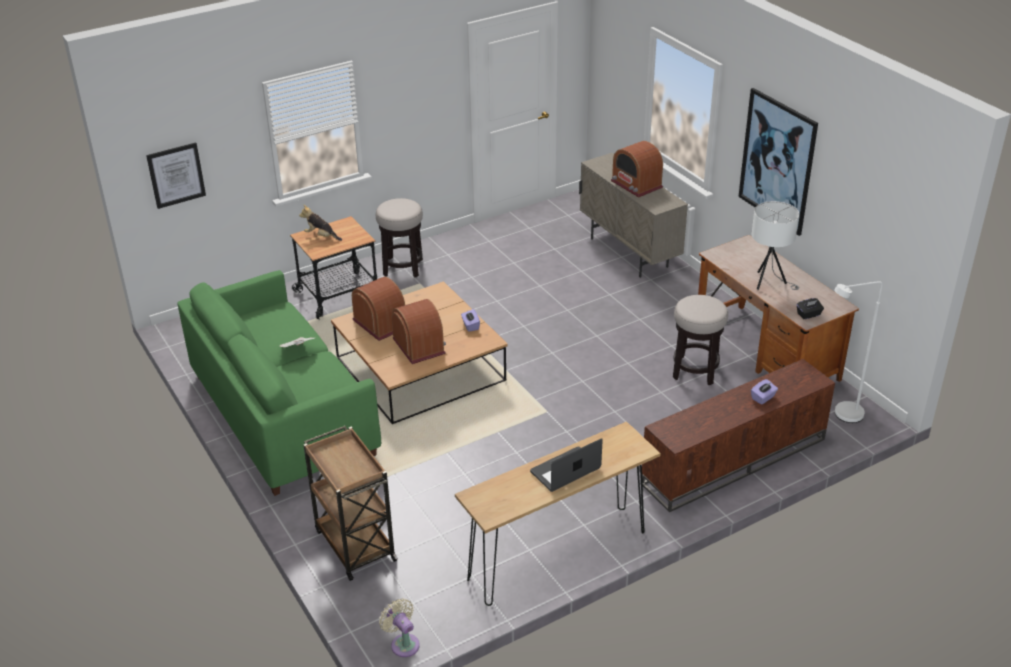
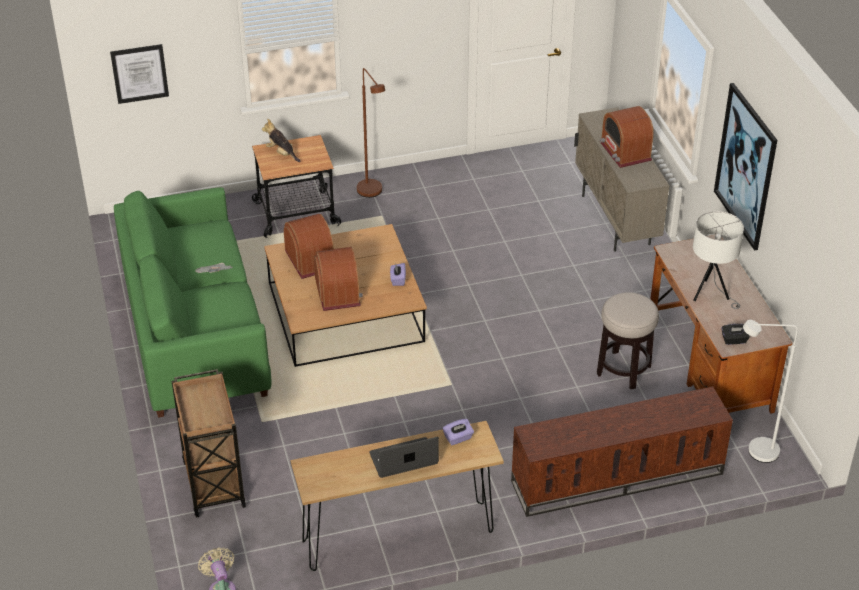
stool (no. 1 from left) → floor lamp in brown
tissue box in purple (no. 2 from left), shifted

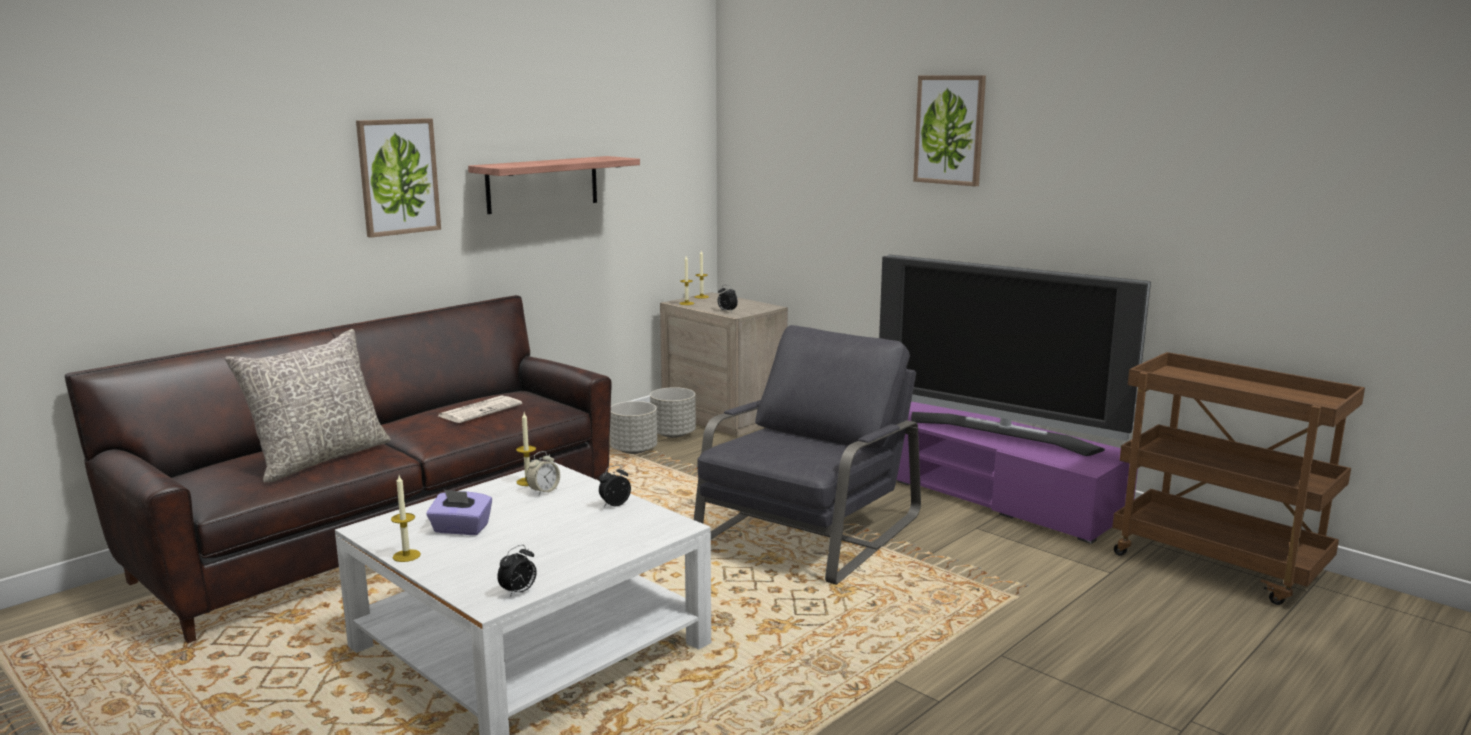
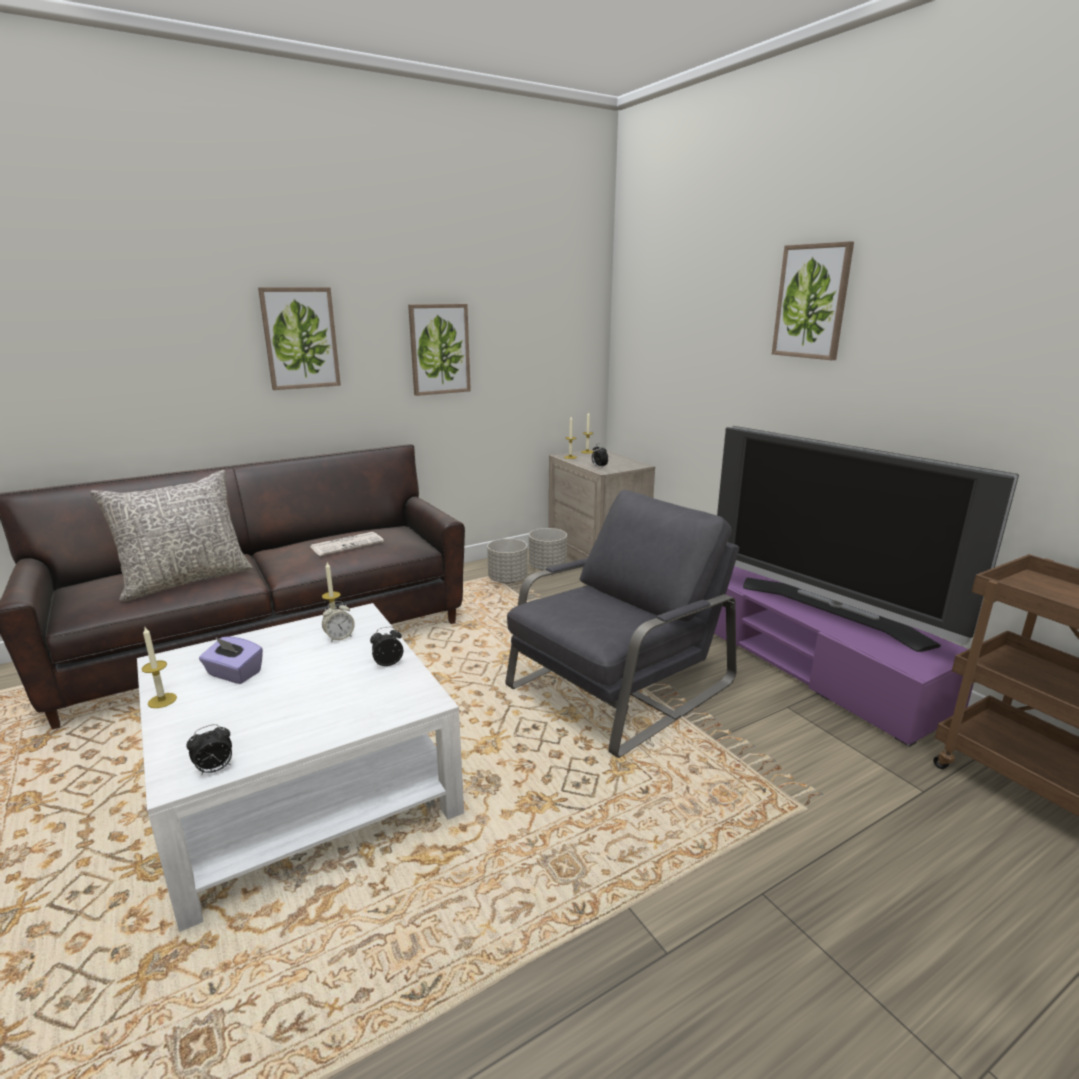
shelf → picture (no. 2 from left)

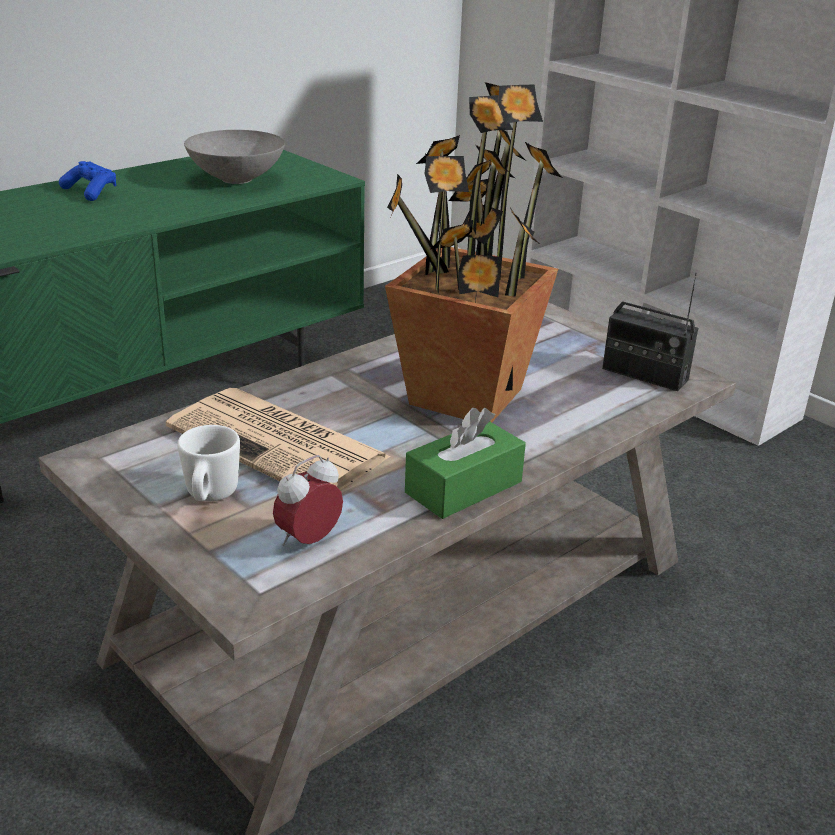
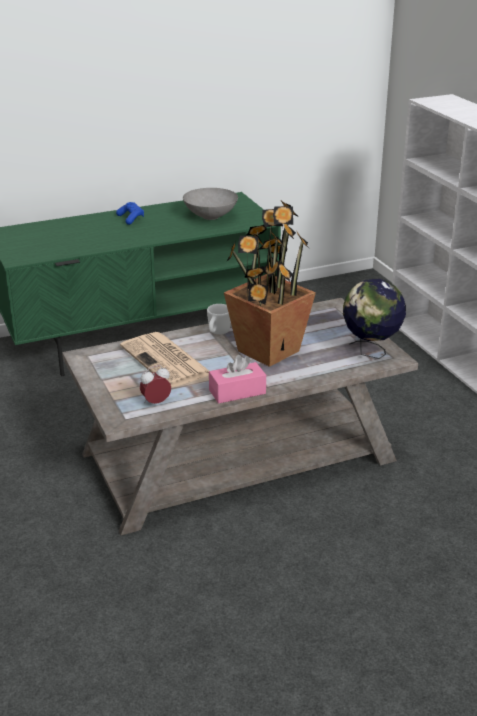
mug in white, shifted
tissue box in green → tissue box in pink
radio → globe

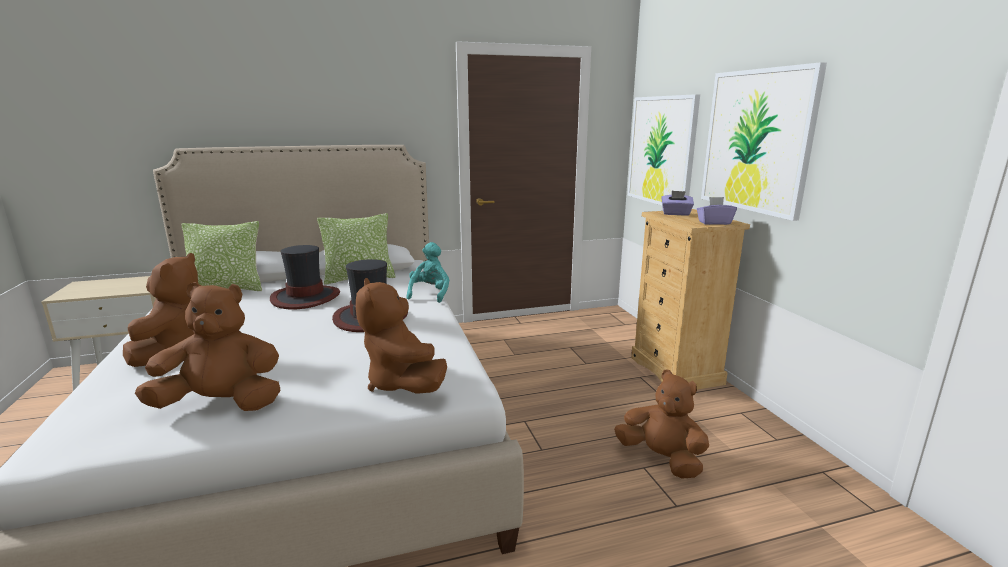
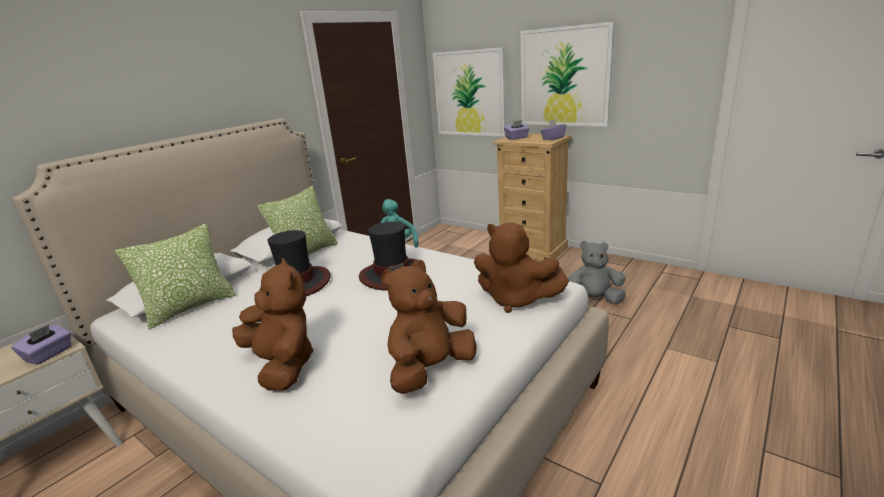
plush toy in brown (no. 4 from left) → plush toy in grey
- → tissue box in purple (no. 1 from left)

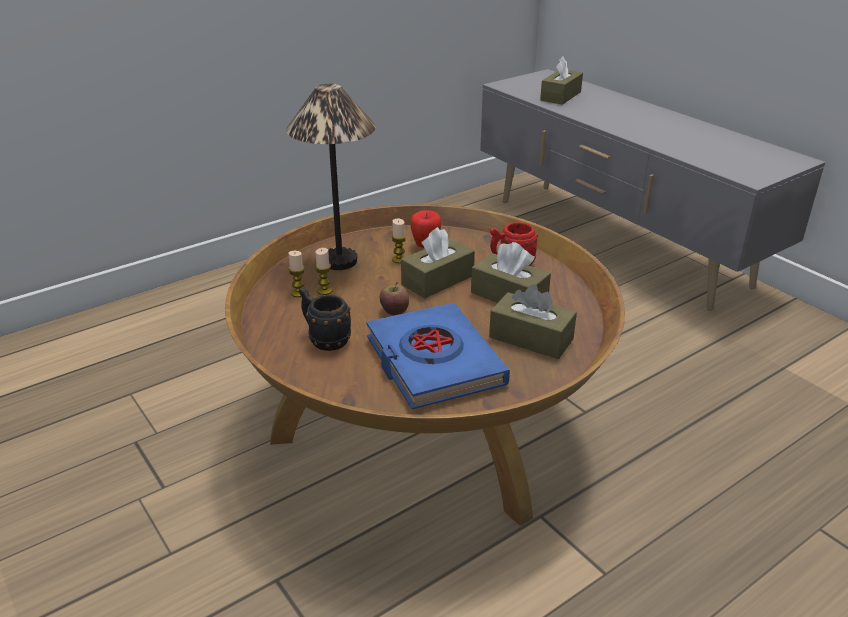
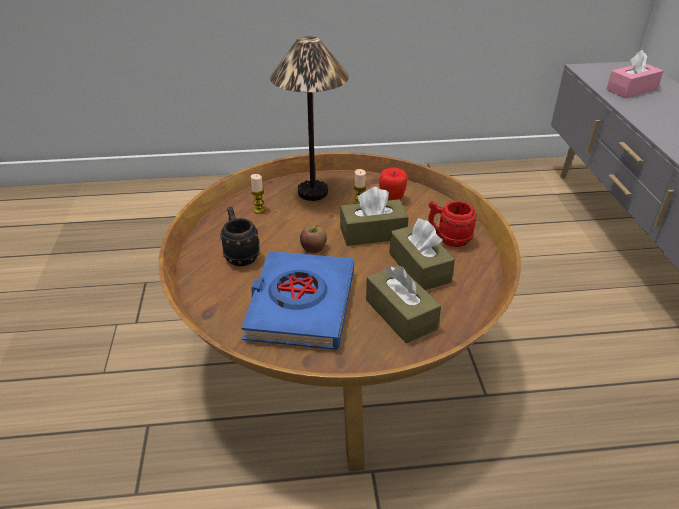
candle (no. 2 from left) → -
tissue box in brown (no. 4 from left) → tissue box in pink

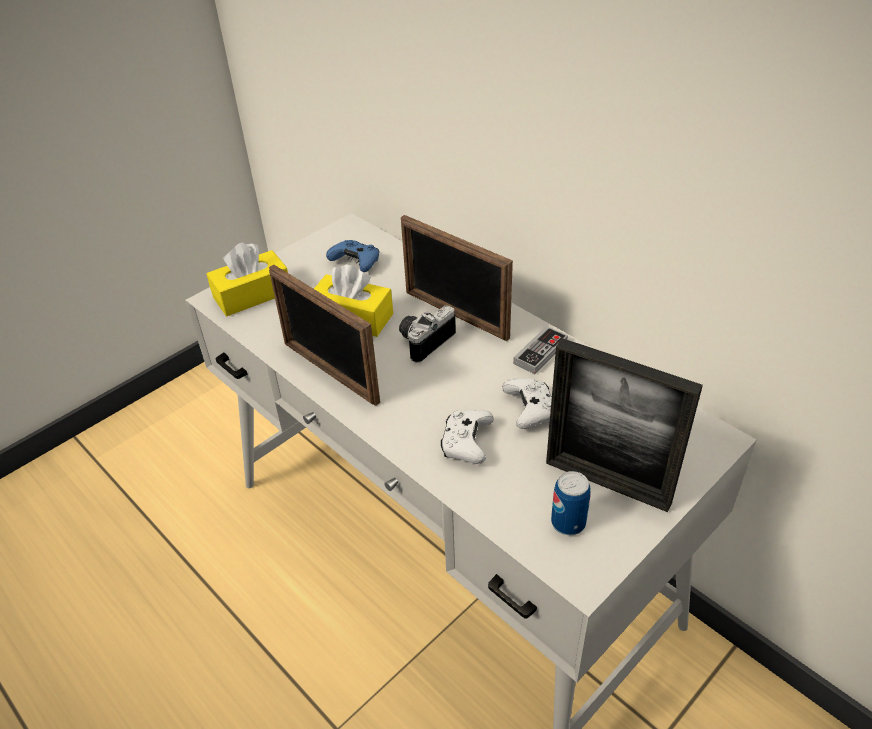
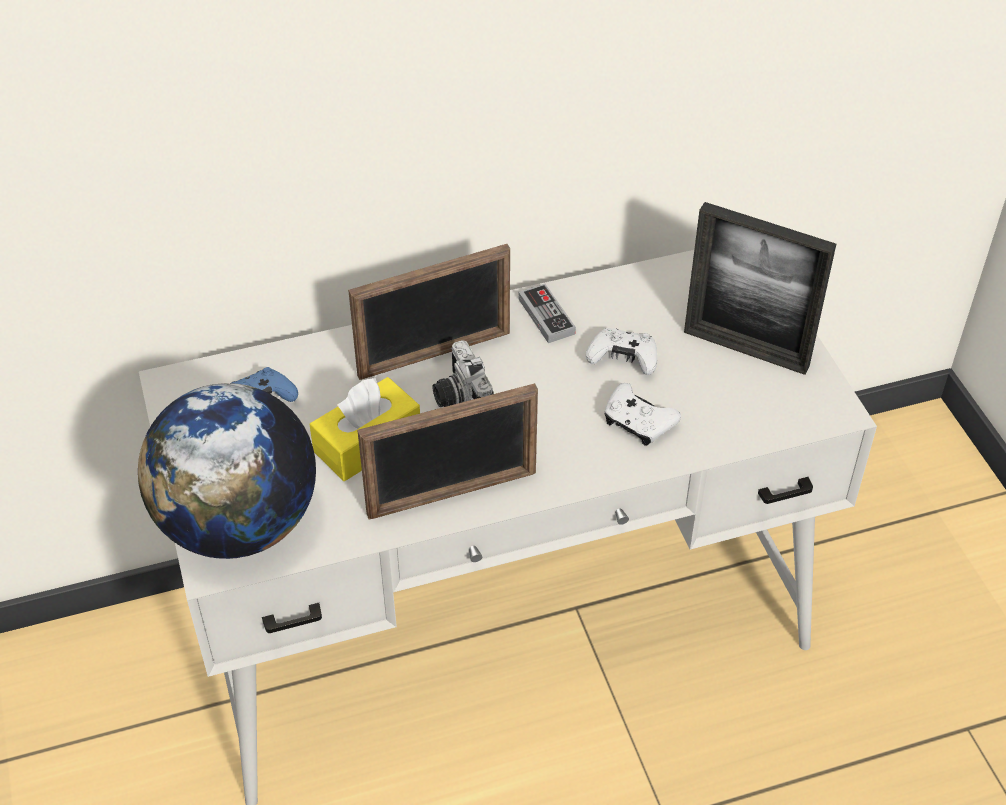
tissue box in yellow (no. 1 from left) → globe
picture frame (no. 3 from left), 60 degrees clockwise
can → -

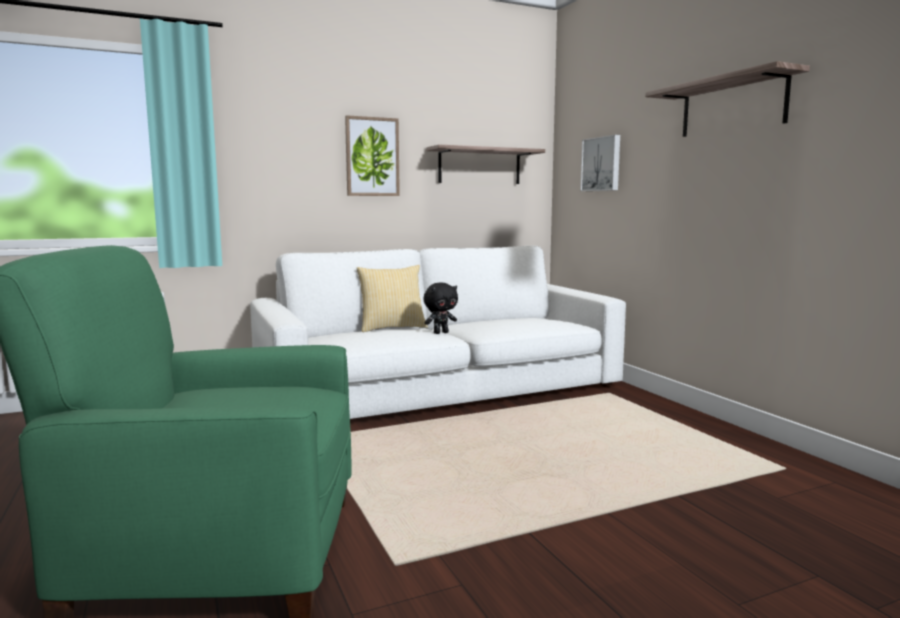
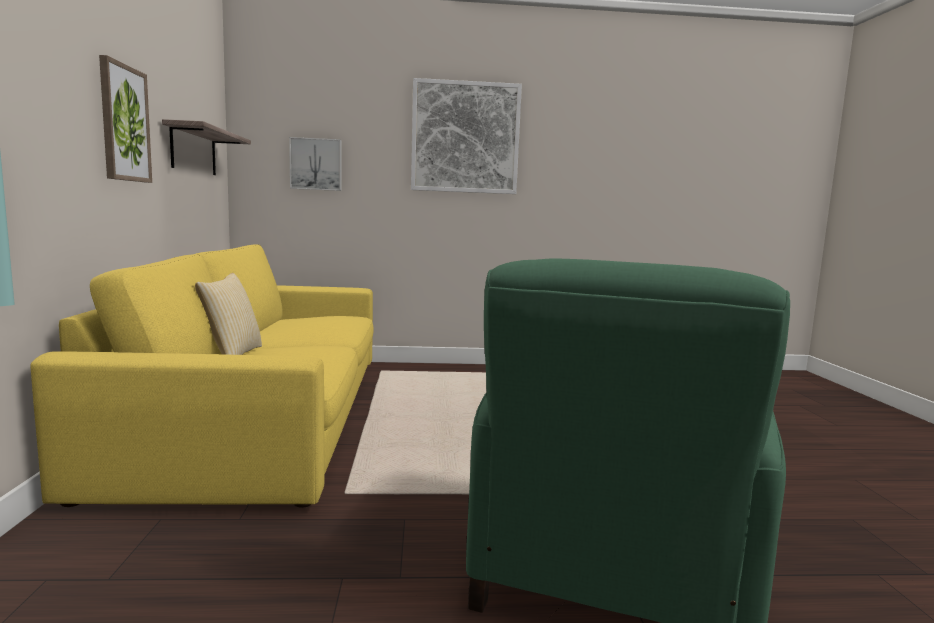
sofa in white → sofa in yellow
plush toy in black → -
shelf (no. 2 from left) → picture (no. 3 from left)

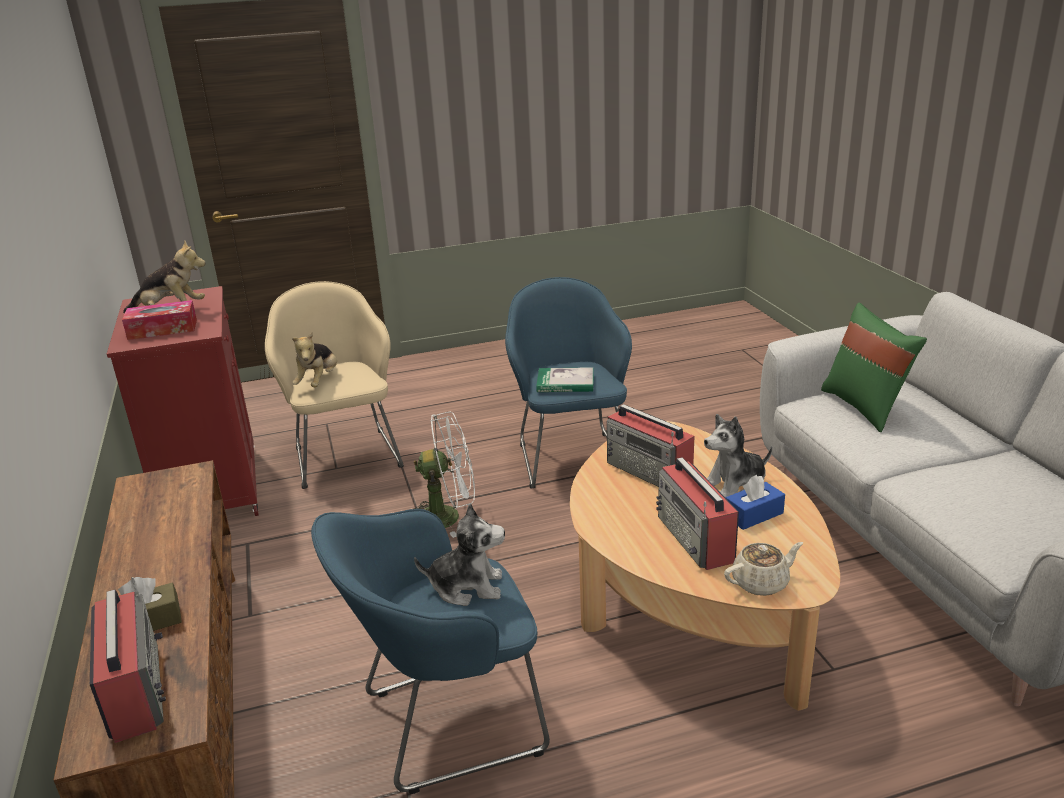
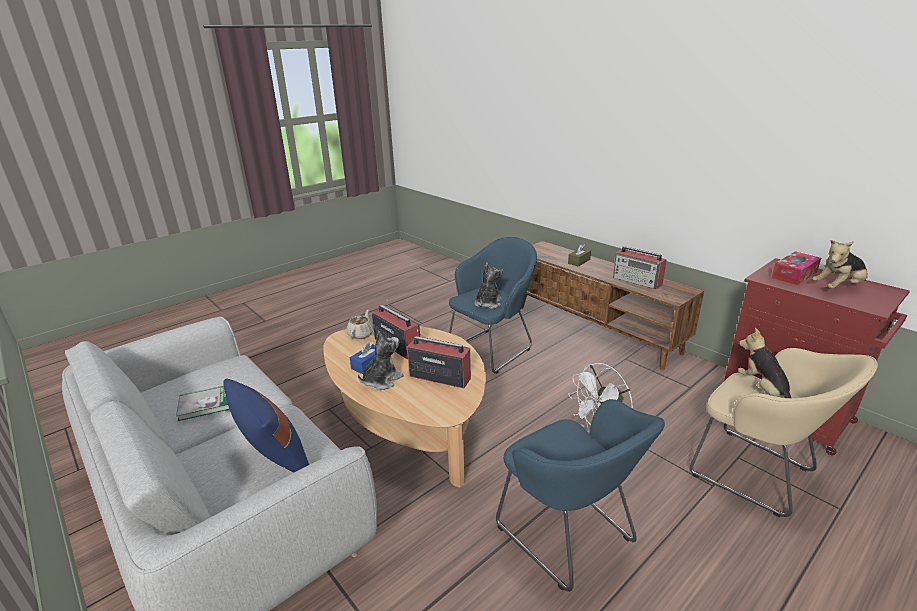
radio (no. 1 from left in the first image) → radio (no. 3 from left), shifted
plush toy (no. 3 from left in the first image) → plush toy (no. 2 from left), 135 degrees clockwise
book, shifted
teapot in beige, 150 degrees clockwise
pillow in green → pillow in blue

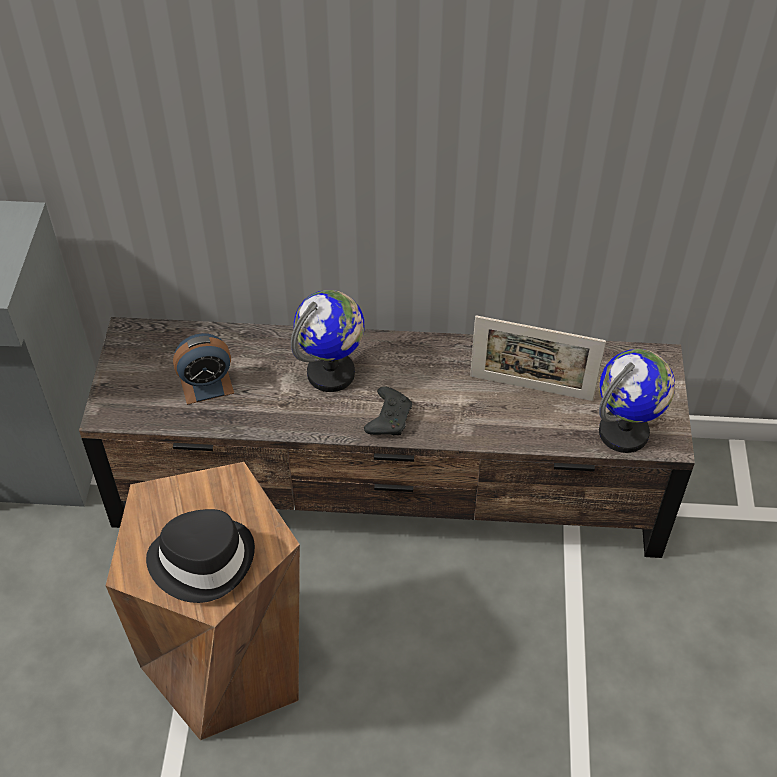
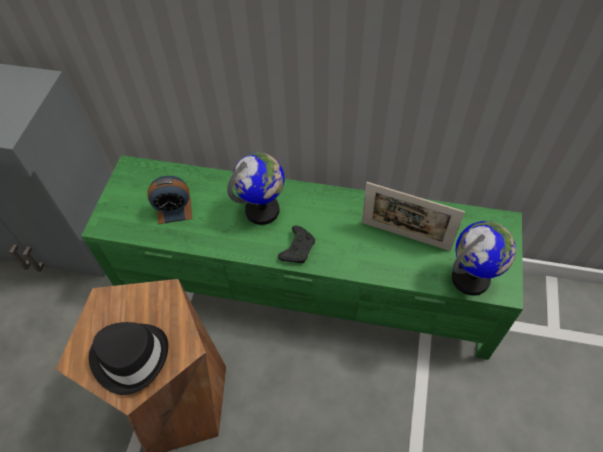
tv stand in brown → tv stand in green

